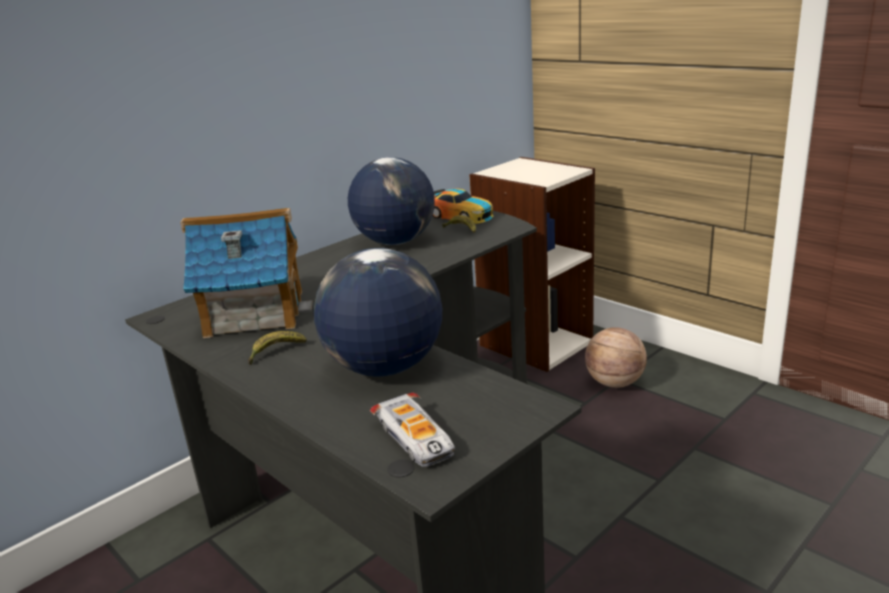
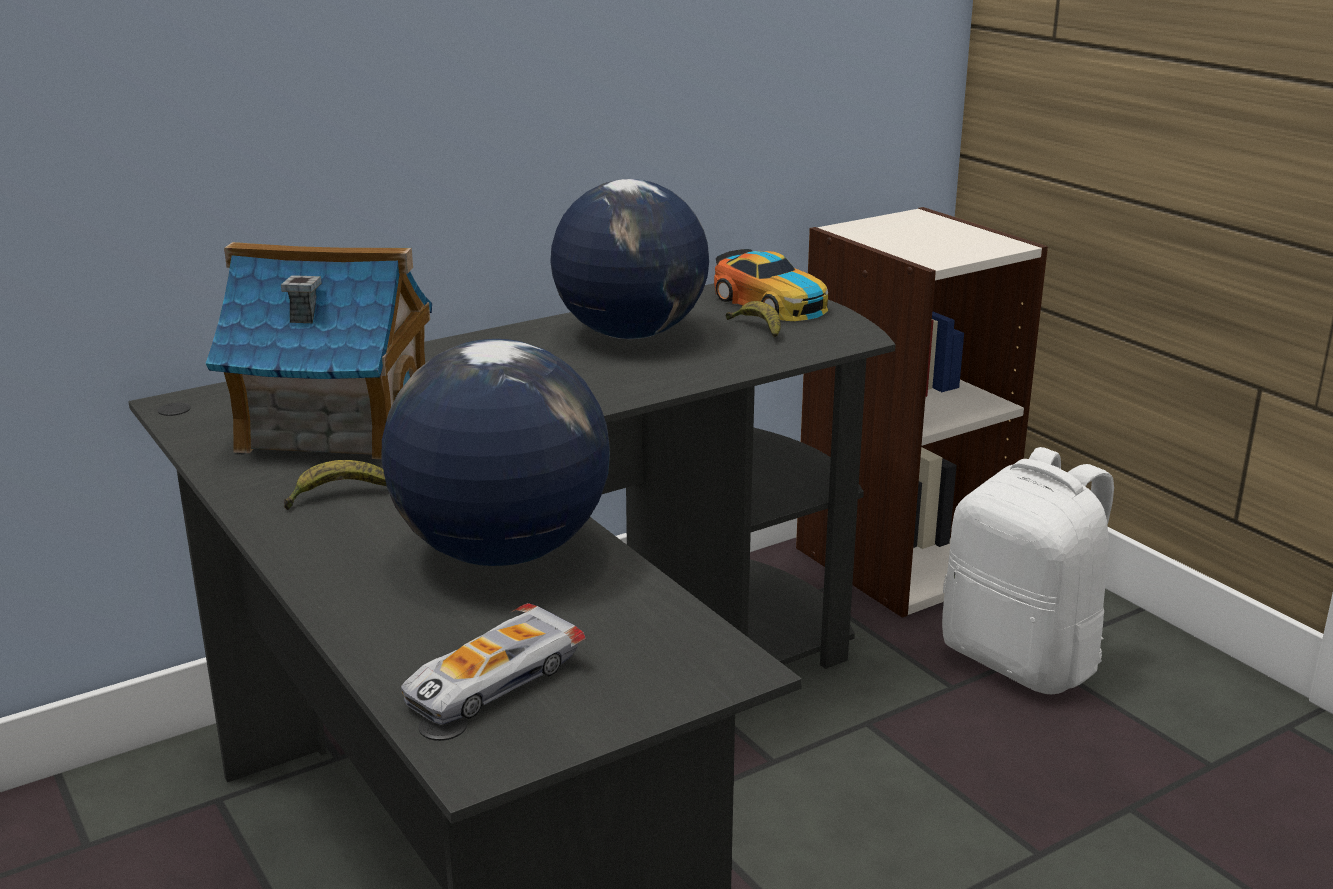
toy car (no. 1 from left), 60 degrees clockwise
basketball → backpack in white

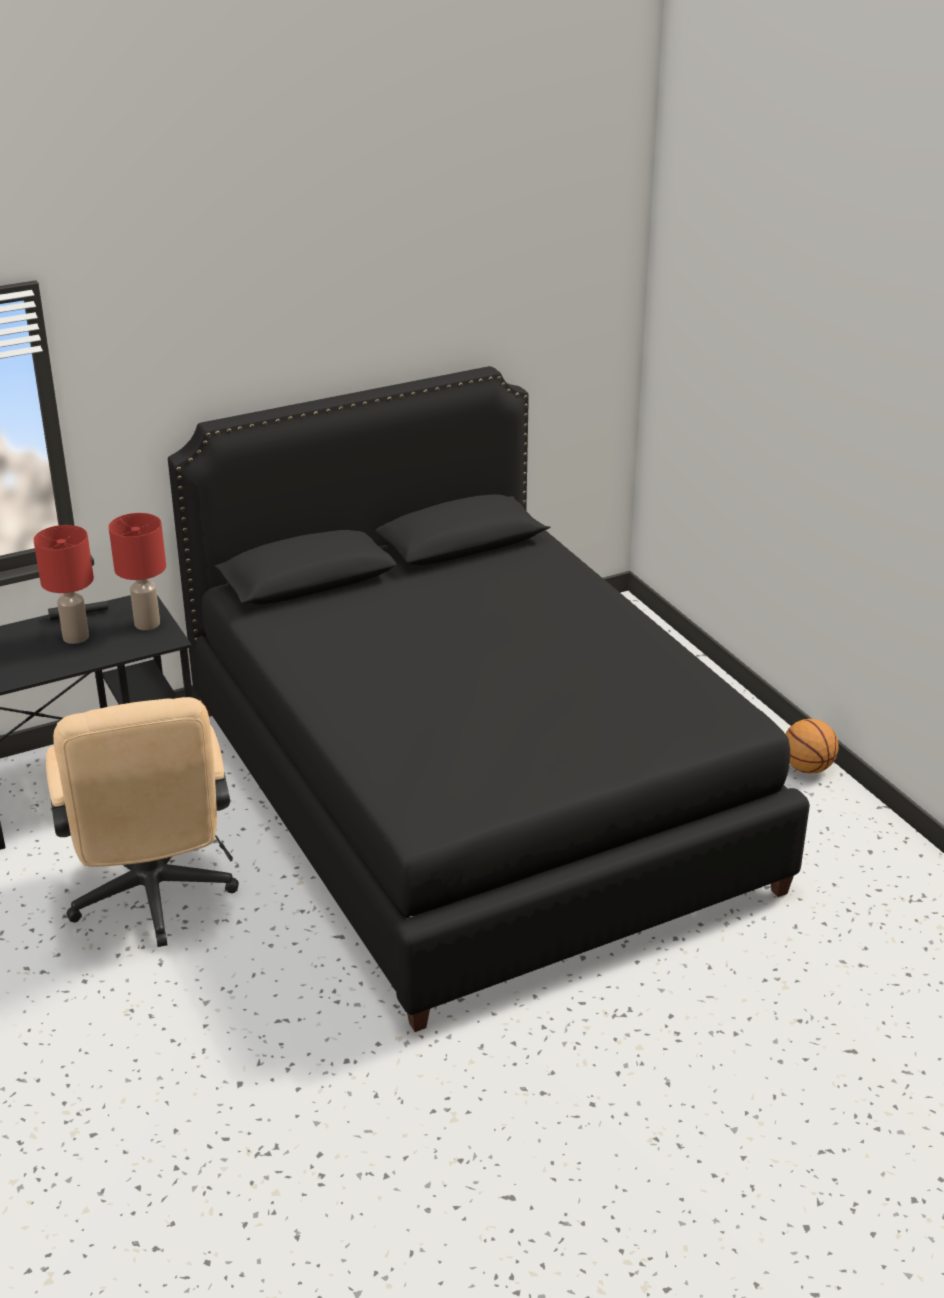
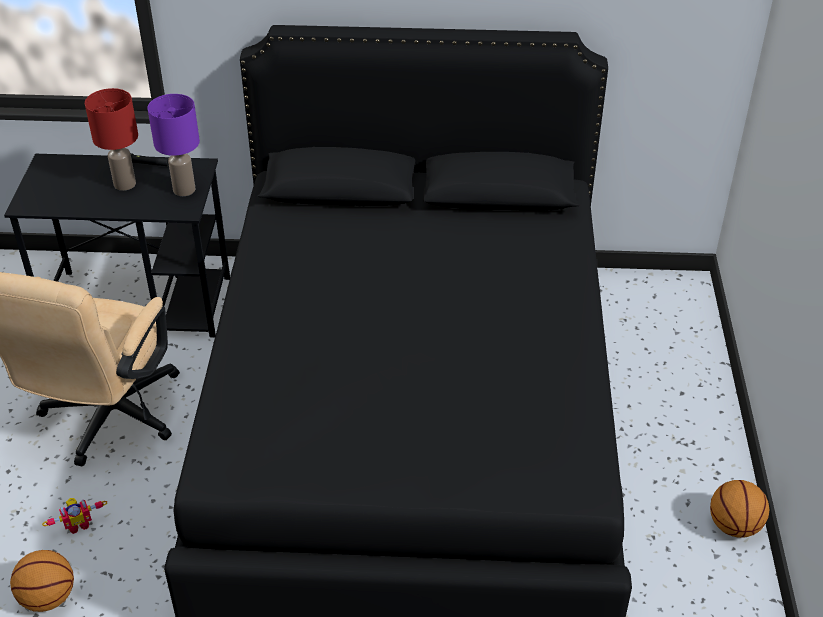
table lamp in red (no. 2 from left) → table lamp in purple
- → basketball (no. 1 from left)
- → toy robot

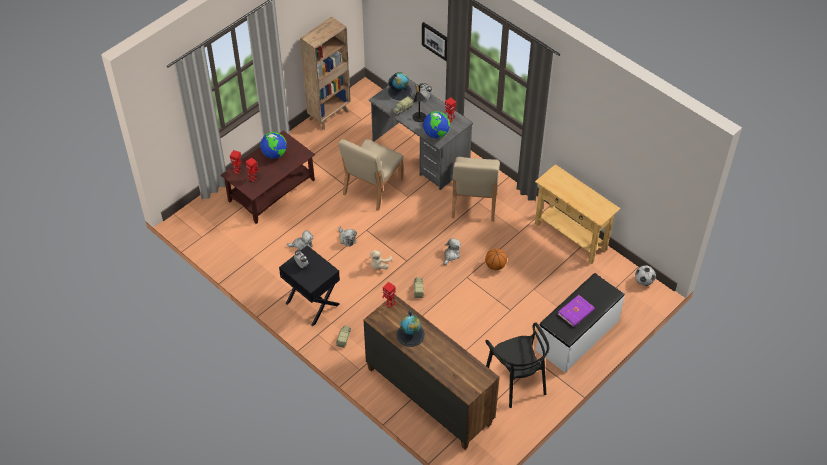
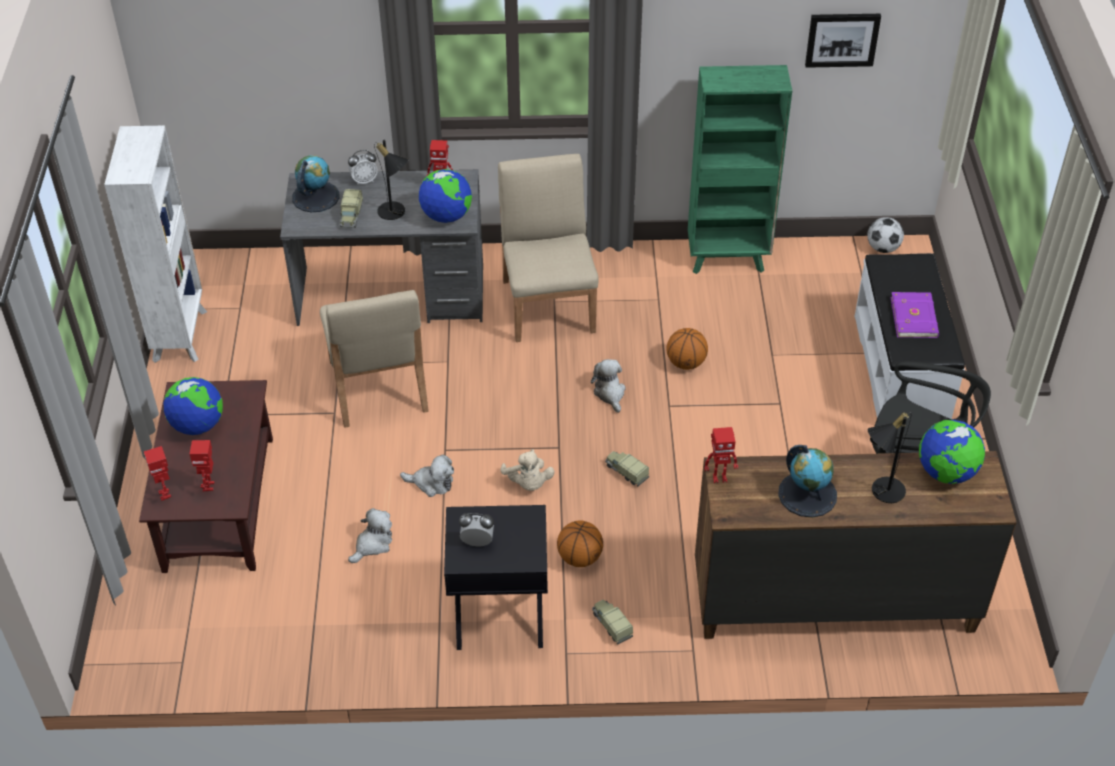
bookcase in brown → bookcase in white
picture, shifted
chair in beige (no. 2 from left), 150 degrees counterclockwise
console table in beige → bookcase in green
- → basketball (no. 1 from left)
- → table lamp in black (no. 2 from left)
- → globe (no. 5 from left)

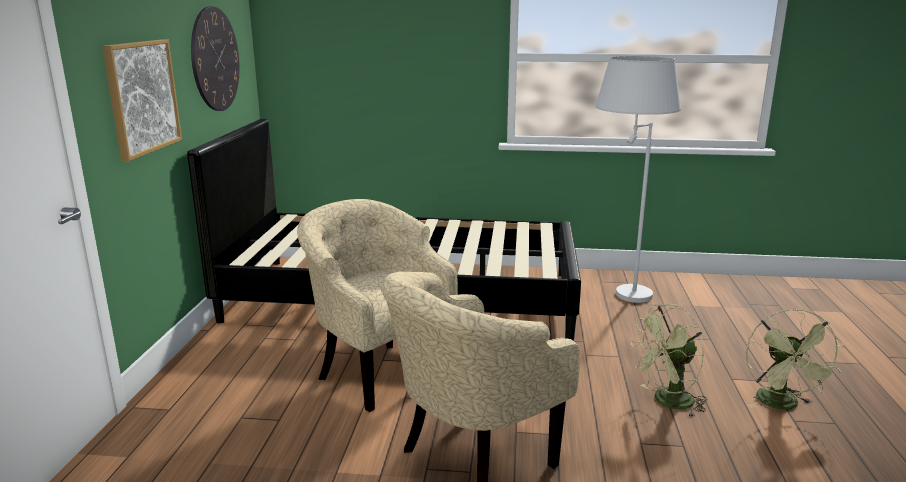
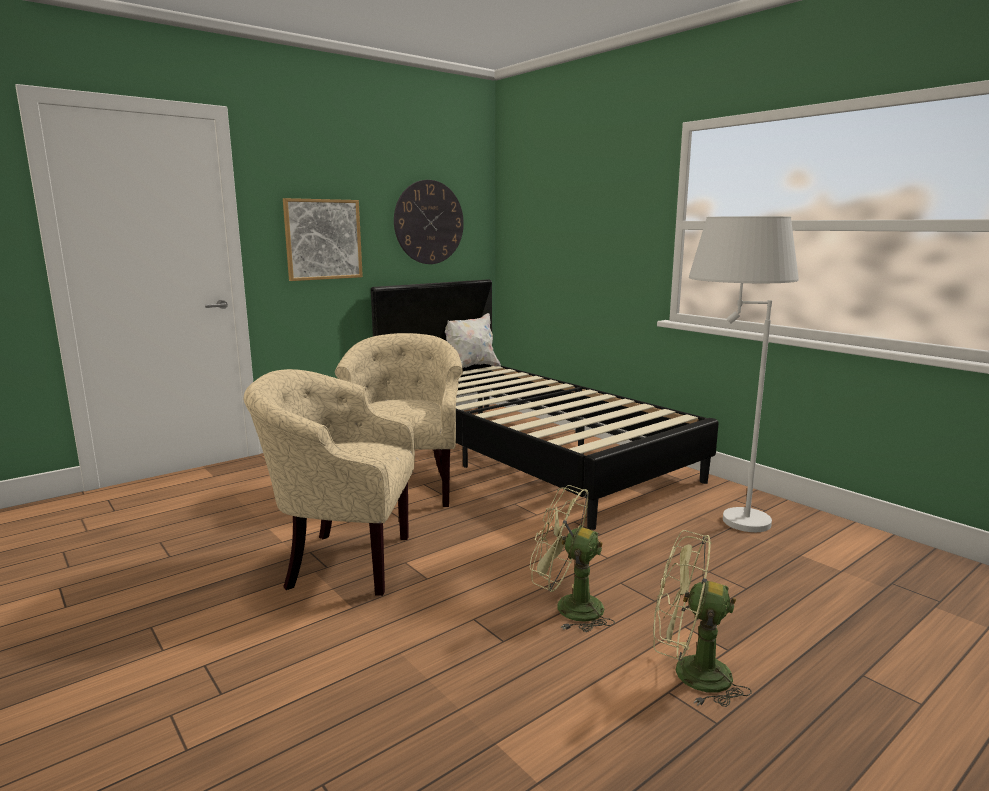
fan in green (no. 2 from left), 60 degrees clockwise
- → pillow in white

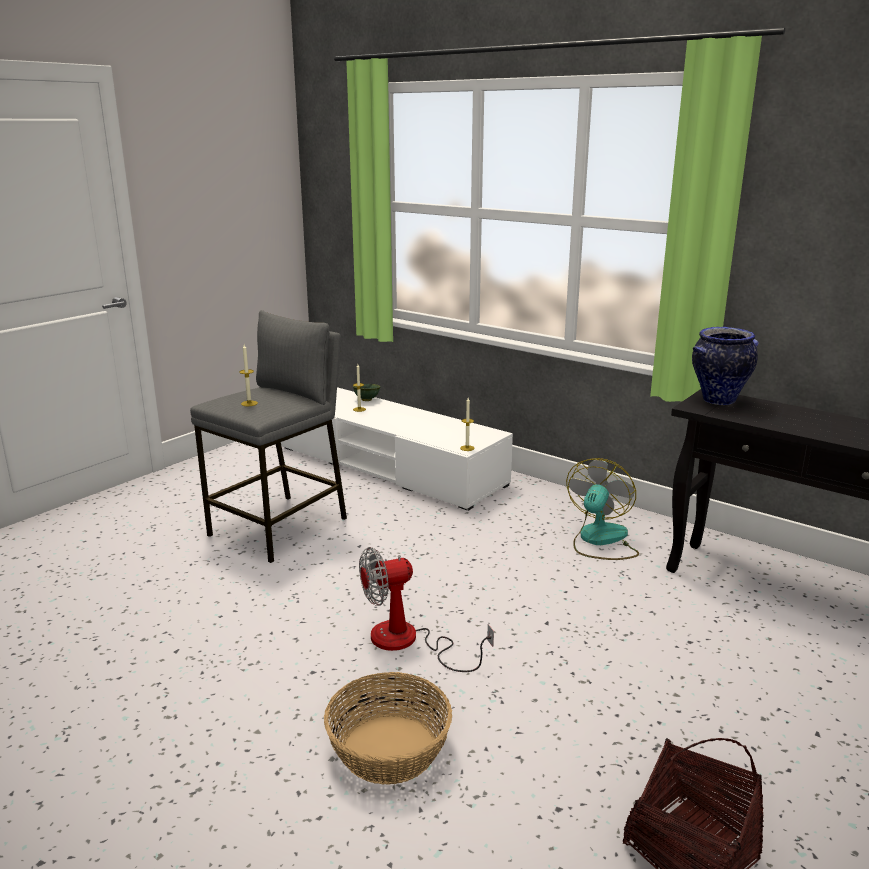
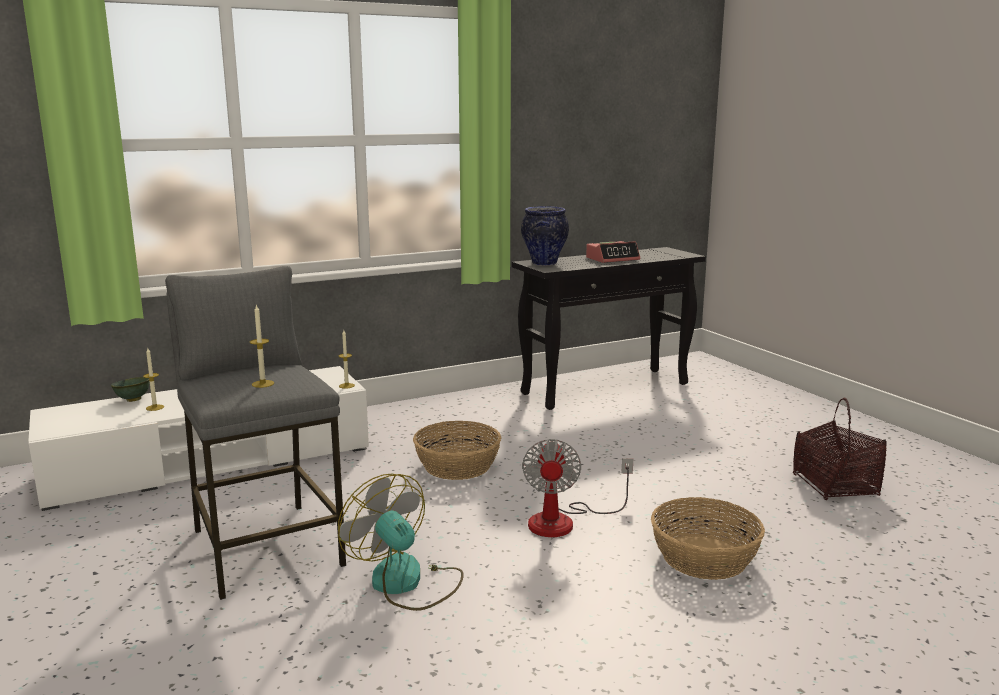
fan (no. 2 from left in the first image) → fan (no. 1 from left), shifted
- → basket (no. 1 from left)
- → alarm clock

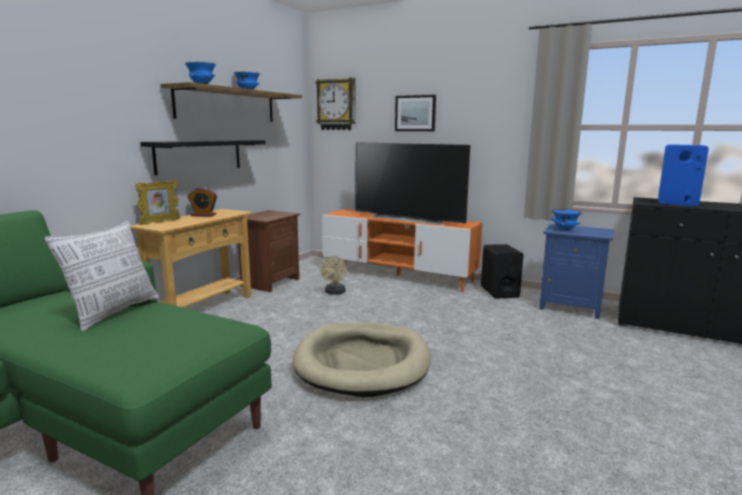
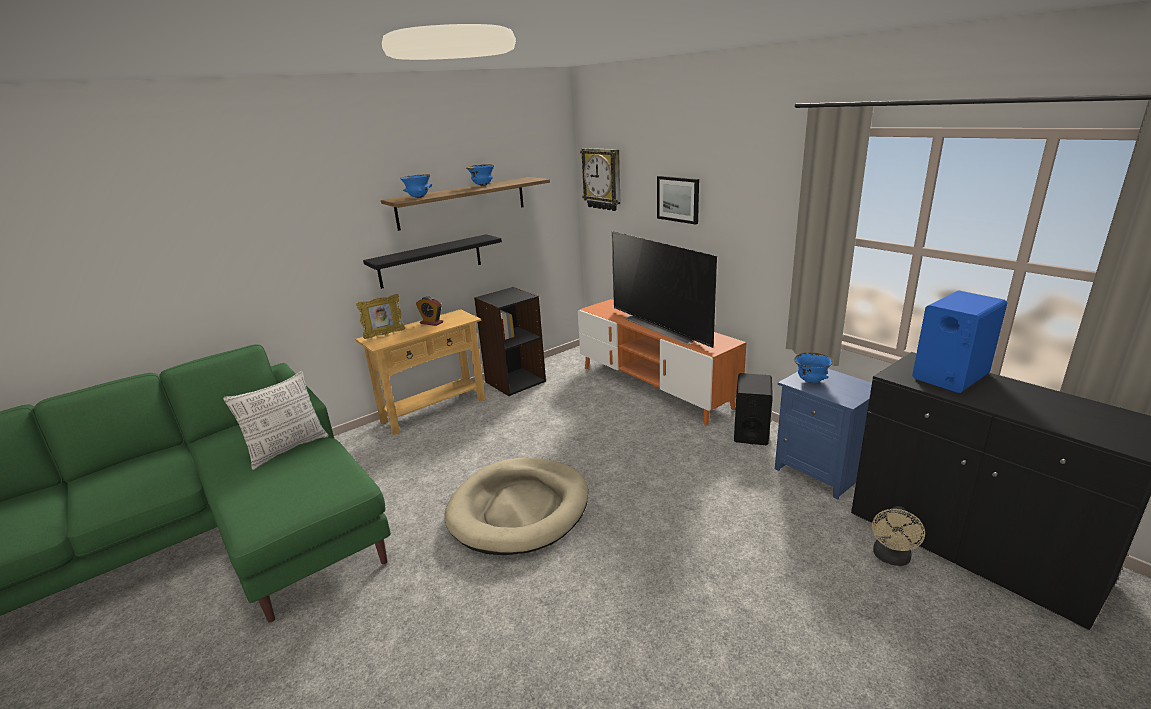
nightstand in brown → bookcase in black
fan in beige, shifted

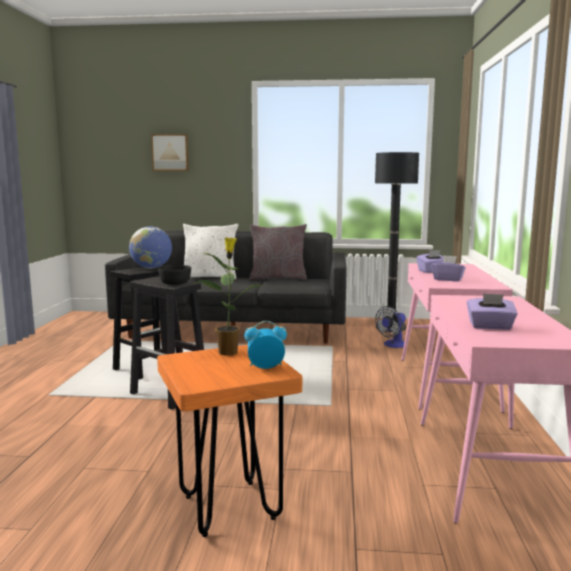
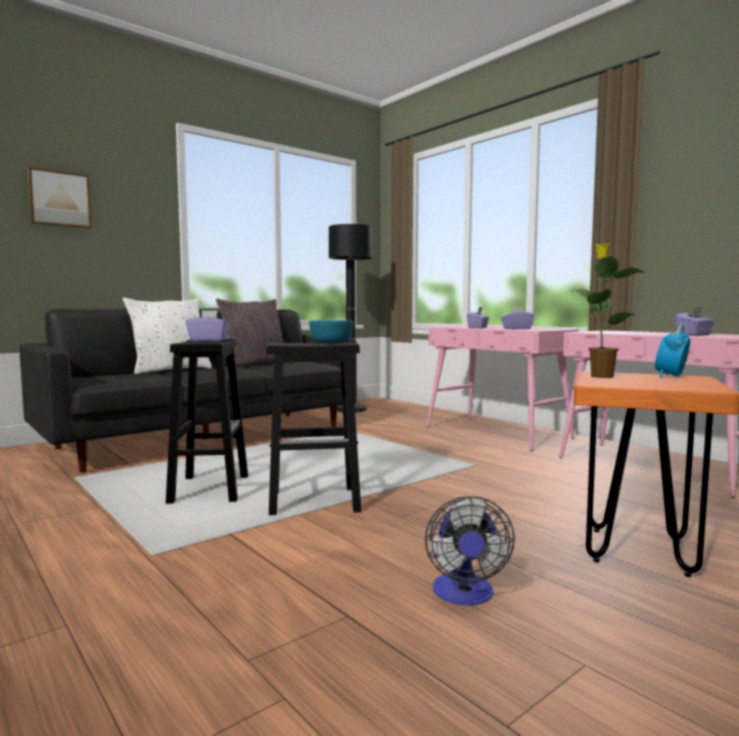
globe → tissue box in purple (no. 1 from left)
bowl in black → bowl in turquoise
fan, shifted

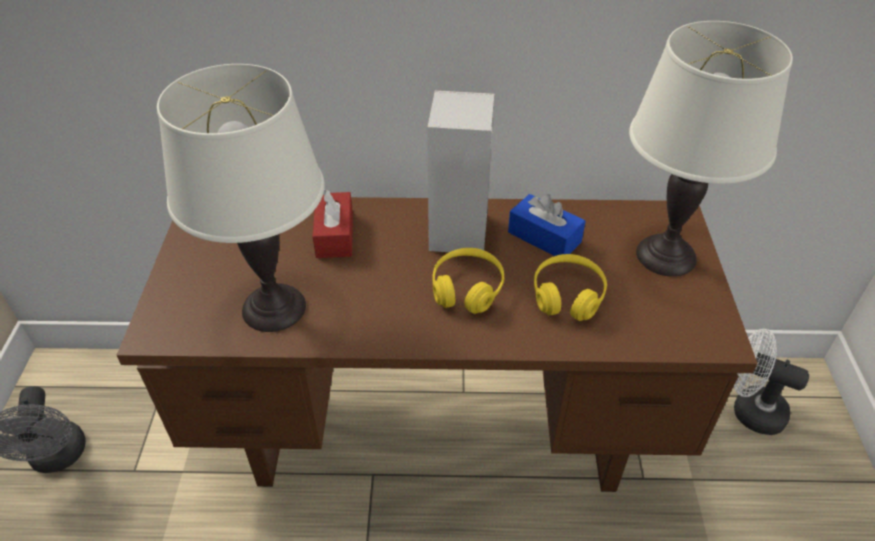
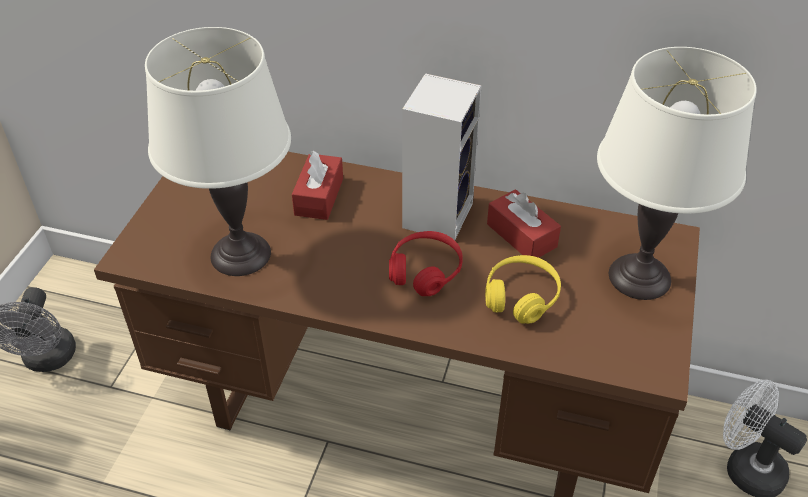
headphones in yellow (no. 1 from left) → headphones in red
tissue box in blue → tissue box in red (no. 2 from left)

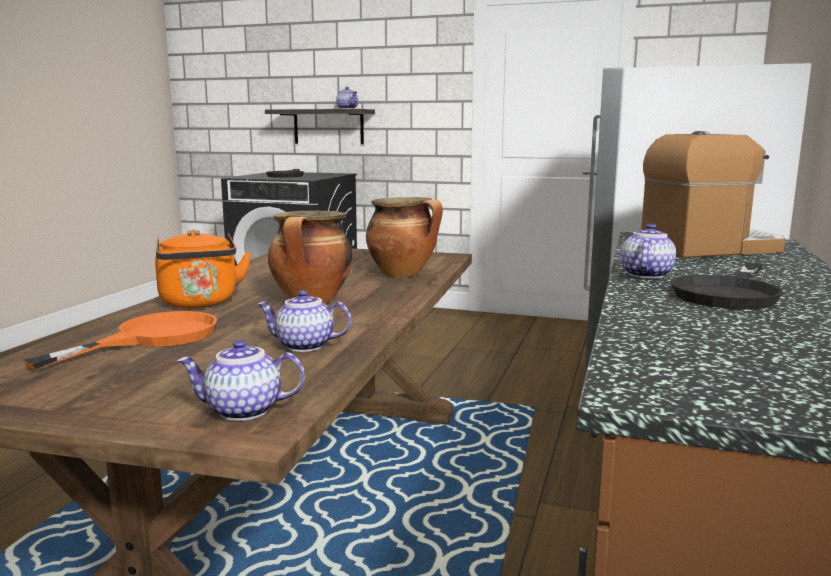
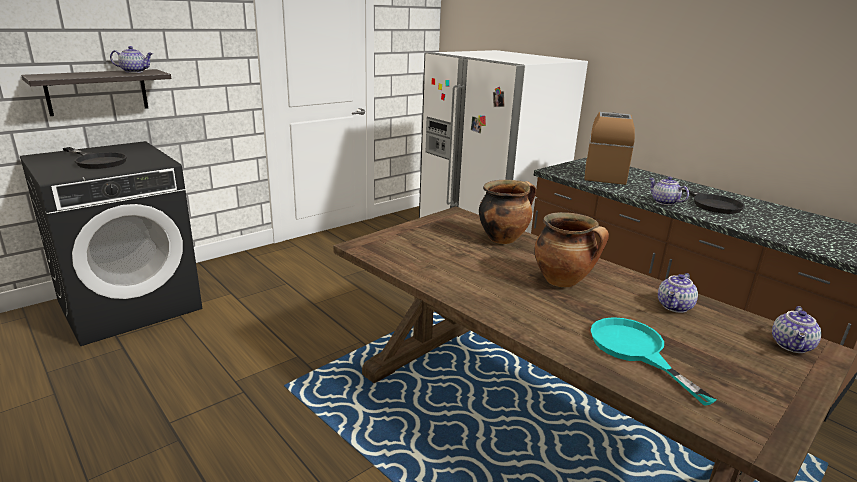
frying pan in orange → frying pan in turquoise
kettle in orange → -

